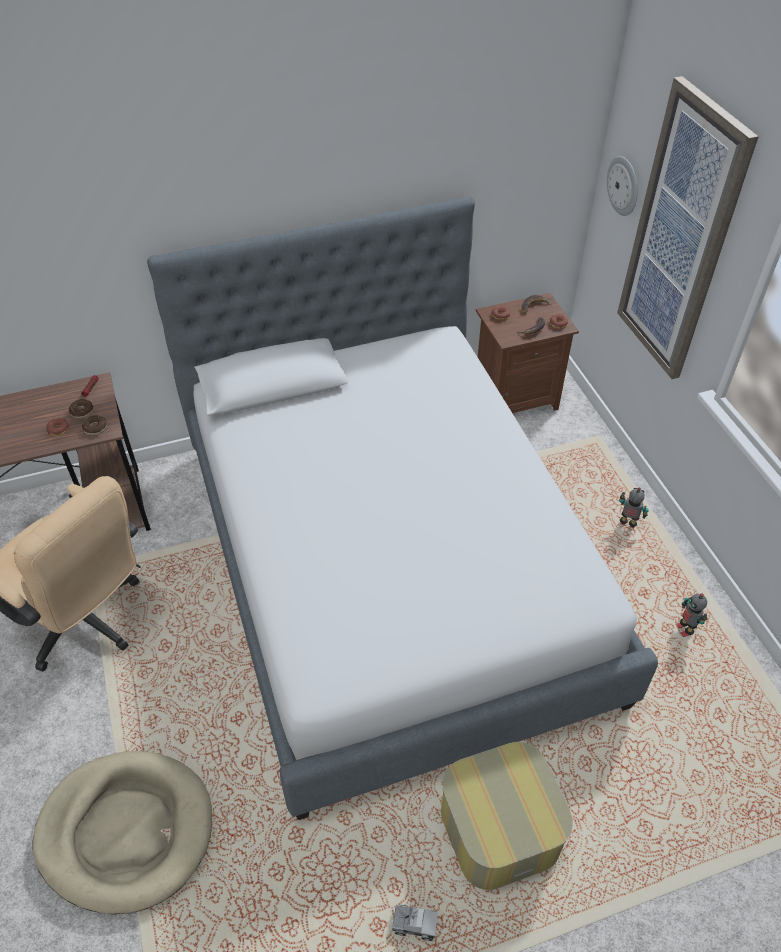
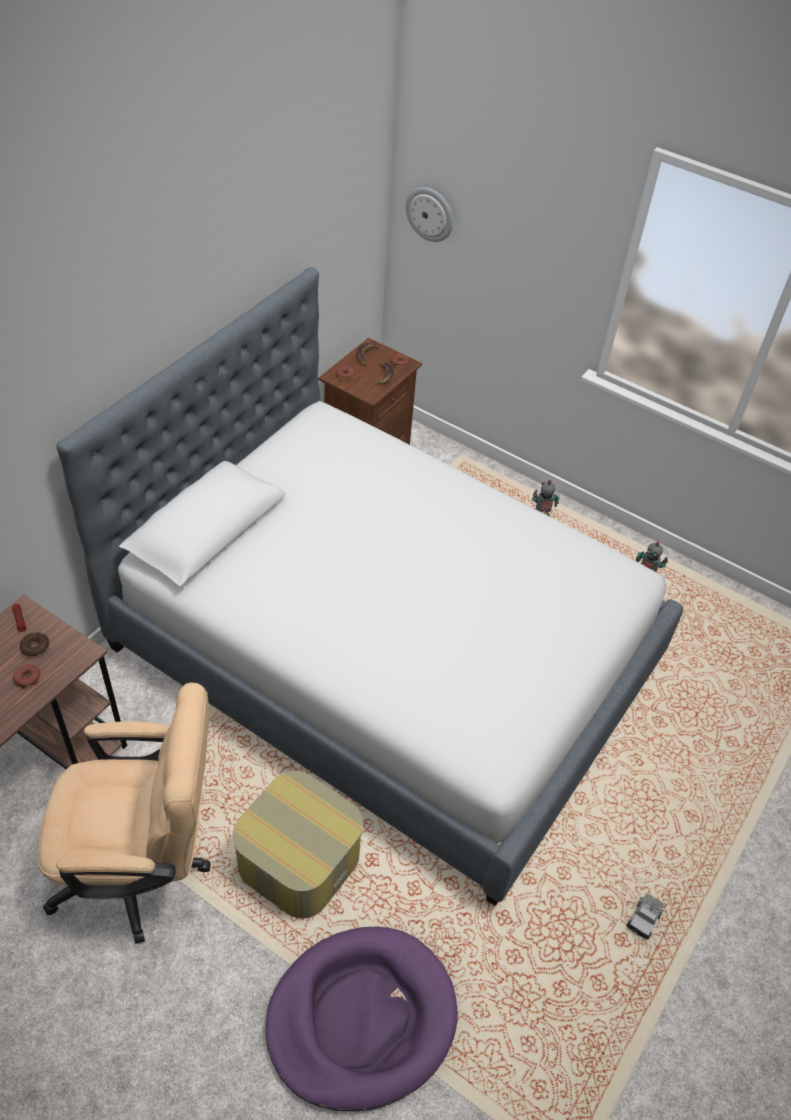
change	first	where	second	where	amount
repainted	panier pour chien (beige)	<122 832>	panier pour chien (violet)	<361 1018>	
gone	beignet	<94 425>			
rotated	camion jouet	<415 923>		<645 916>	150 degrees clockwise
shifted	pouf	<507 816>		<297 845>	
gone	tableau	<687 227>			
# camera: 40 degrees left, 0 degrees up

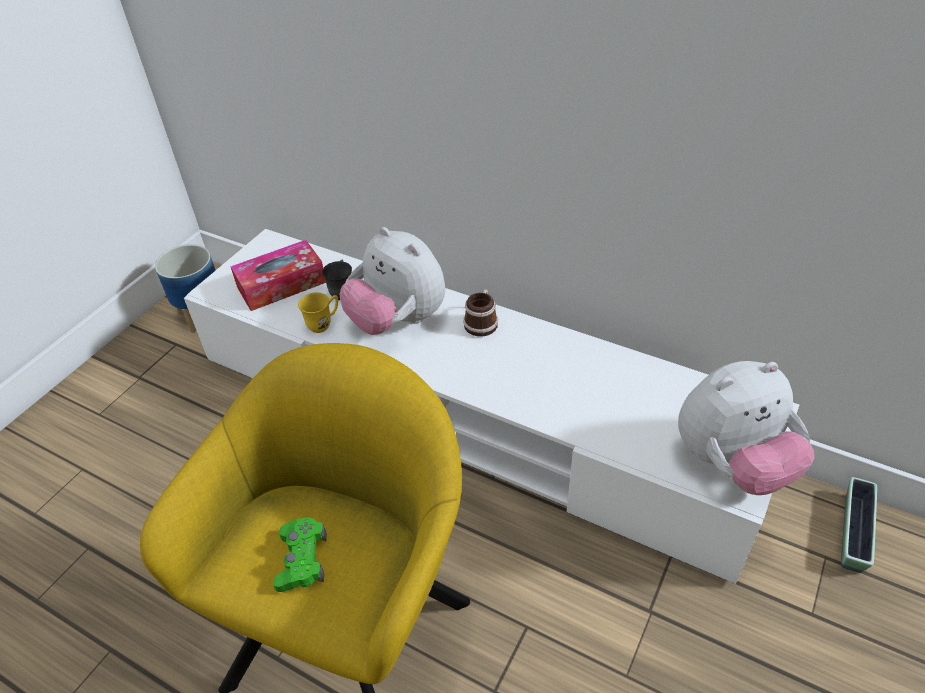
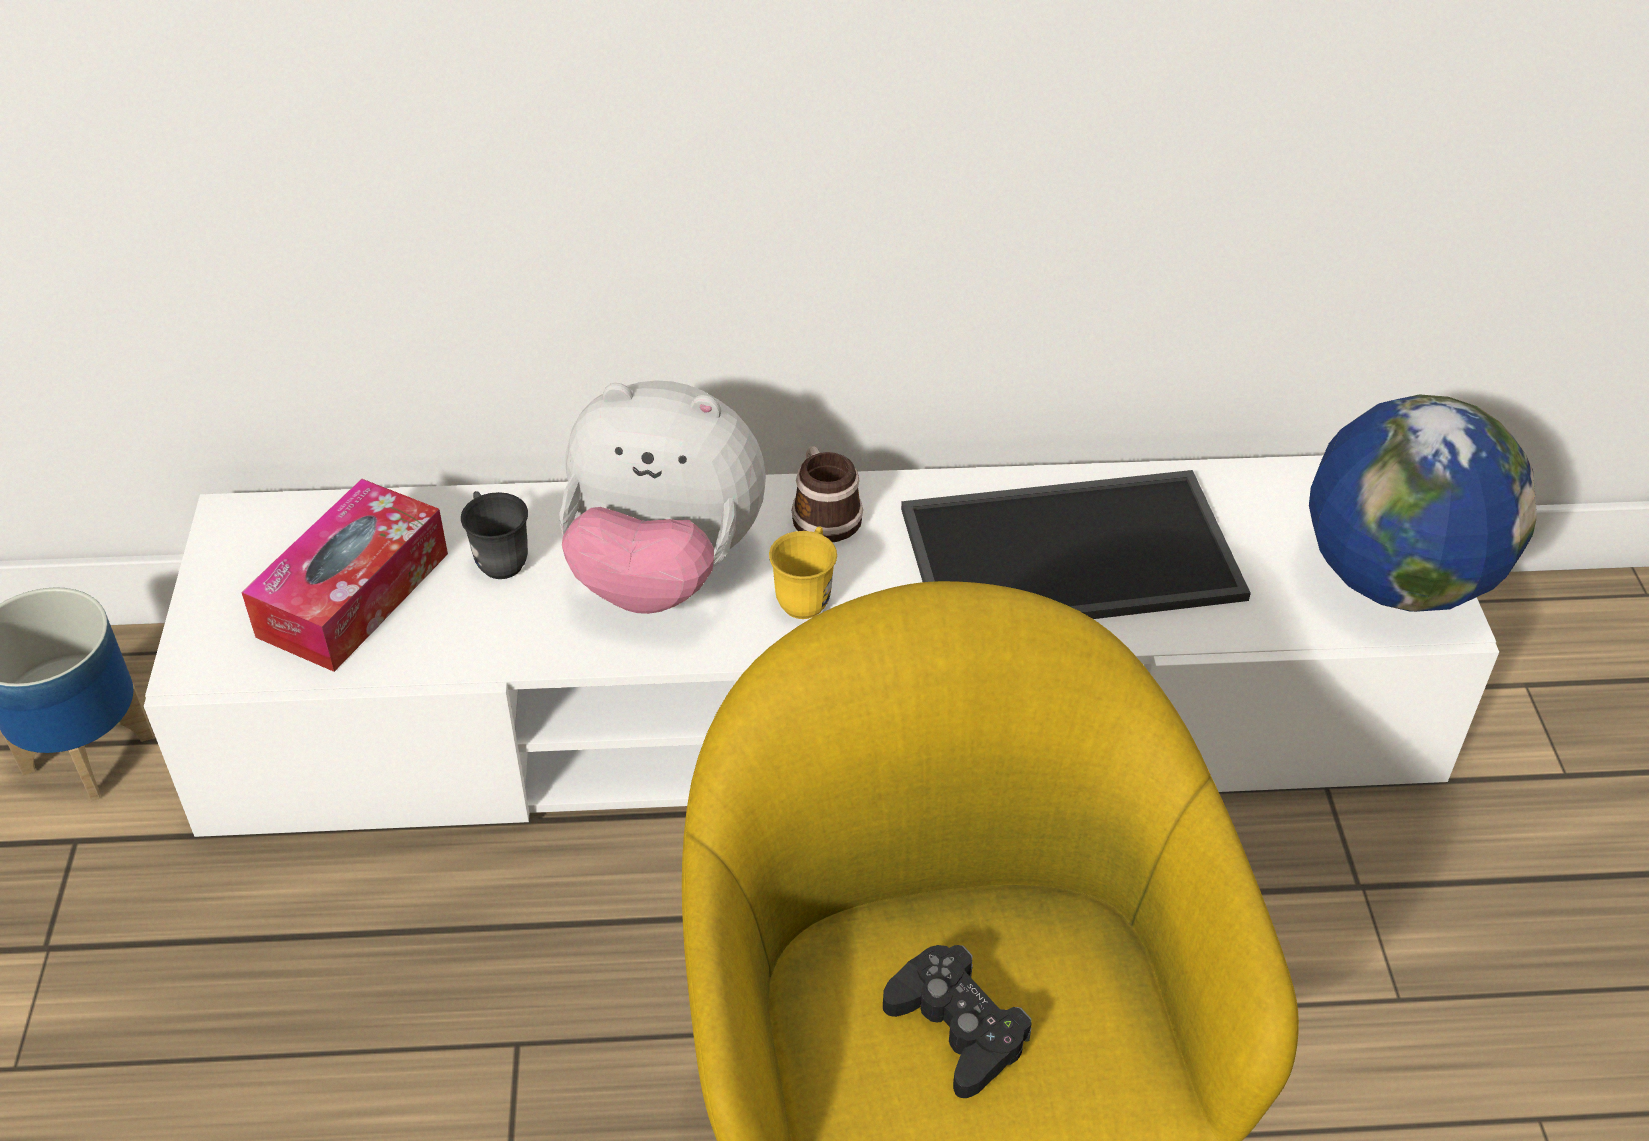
change	first	where	second	where	amount
repainted	manette (vert)	<300 554>	manette (noir)	<957 1021>	
shifted	mug (jaune)	<318 312>		<803 572>	
swapped	peluche	<746 428>	globe	<1423 503>	
gone	cache-pot	<859 525>			
new			plateau	<1076 544>	
# camera: 35 degrees left, 0 degrees up

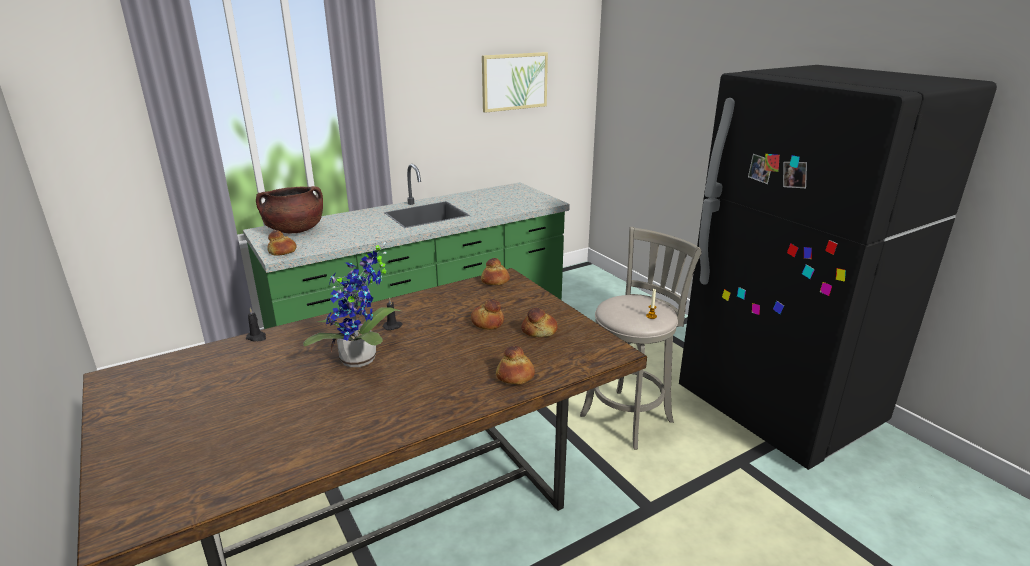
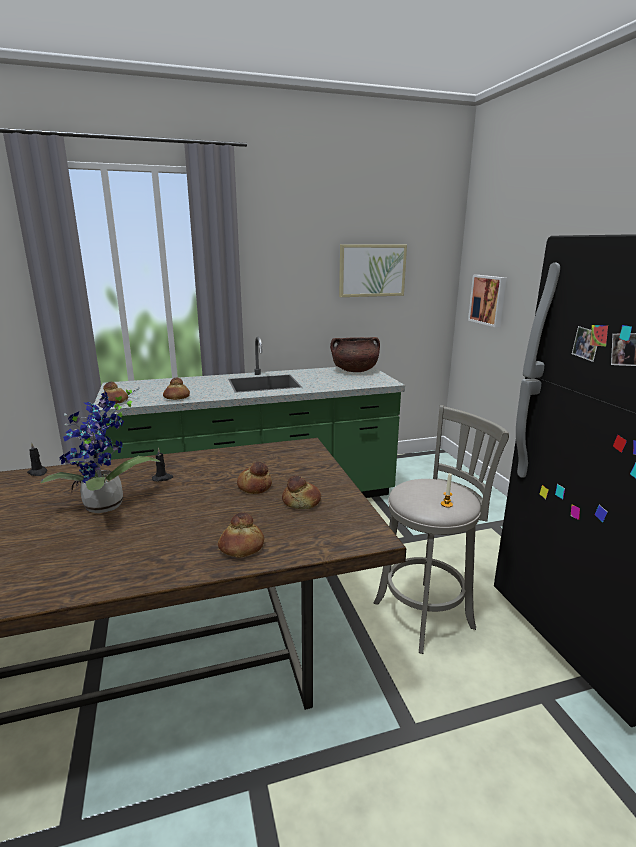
change	first	where	second	where	amount
shifted	marmite (marron)	<289 209>		<355 354>	
shifted	pain	<495 271>		<176 389>	
new			tableau	<487 301>	
# camera: 15 degrees right, 5 degrees down

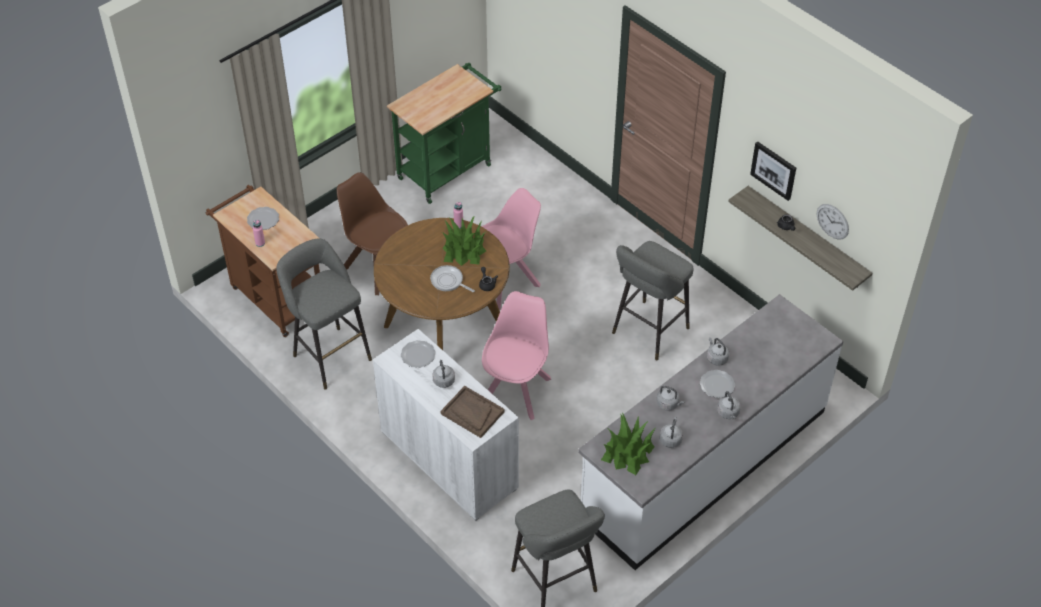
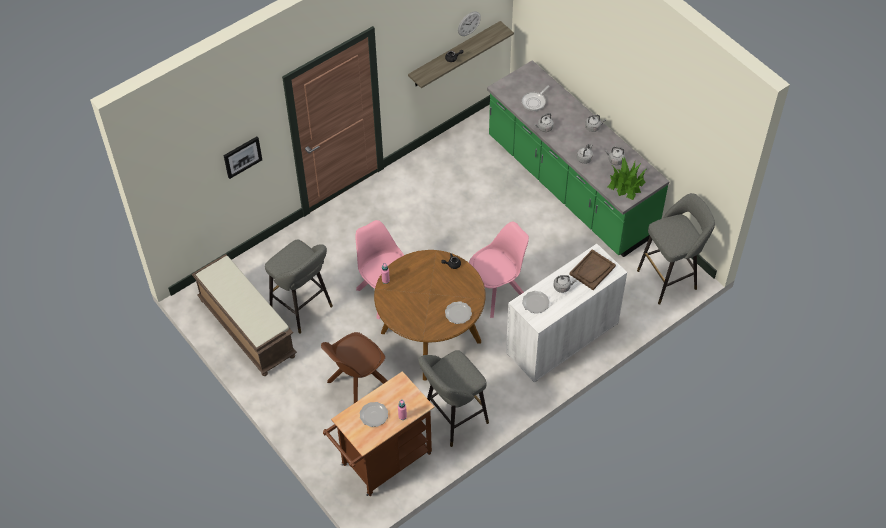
change	first	where	second	where	amount
swapped	chariot (vert)	<444 133>	banc (marron)	<244 315>	
shifted	poêle	<452 278>		<535 98>	
gone	plante en pot	<464 240>			
rotated	chaise (rose)	<516 355>		<499 270>	120 degrees clockwise
repainted	comptoir de cuisine (blanc)	<710 432>	comptoir de cuisine (vert)	<578 158>	
shifted	tabouret (gris)	<652 300>		<299 286>	
shifted	assiette	<717 384>		<458 312>	
shifted	tableau	<773 171>		<242 158>	
# camera: 85 degrees left, 5 degrees up

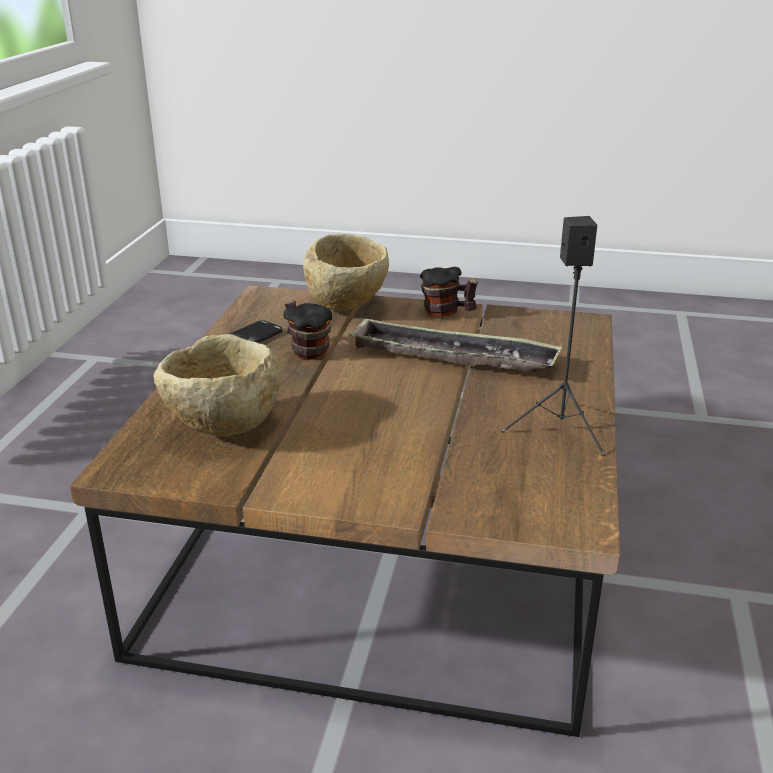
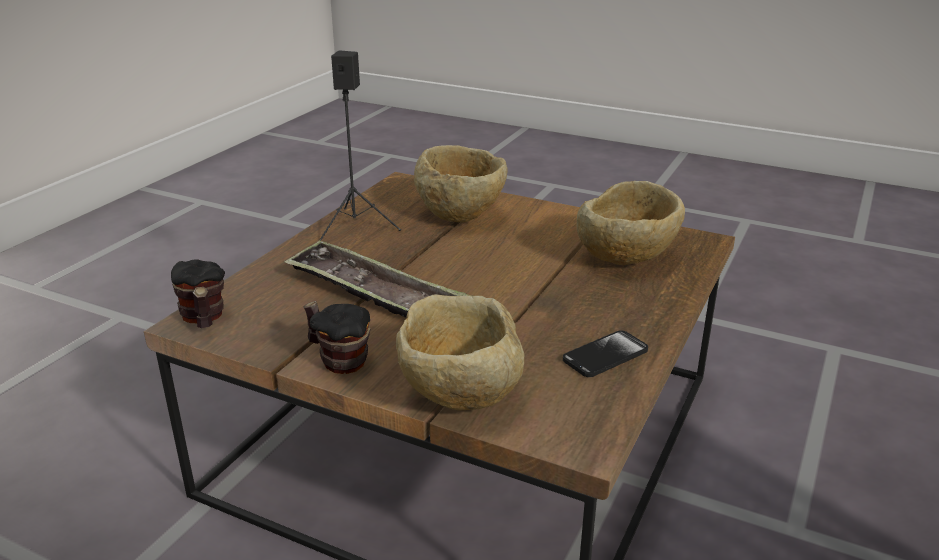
change	first	where	second	where	amount
shifted	mug	<307 330>		<198 293>	
new			bol (beige)	<460 184>	
# camera: 165 degrees left, 0 degrees up

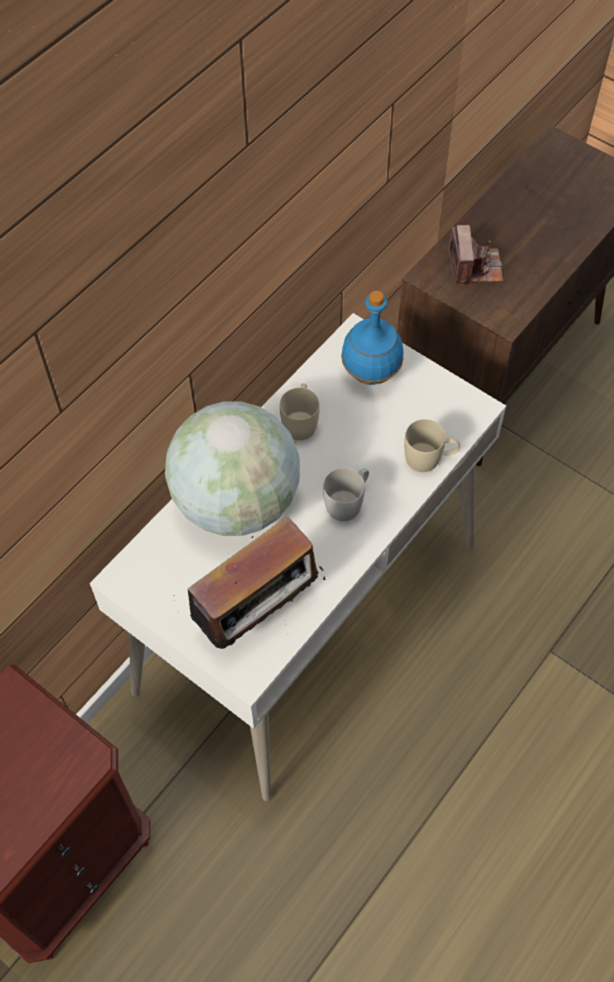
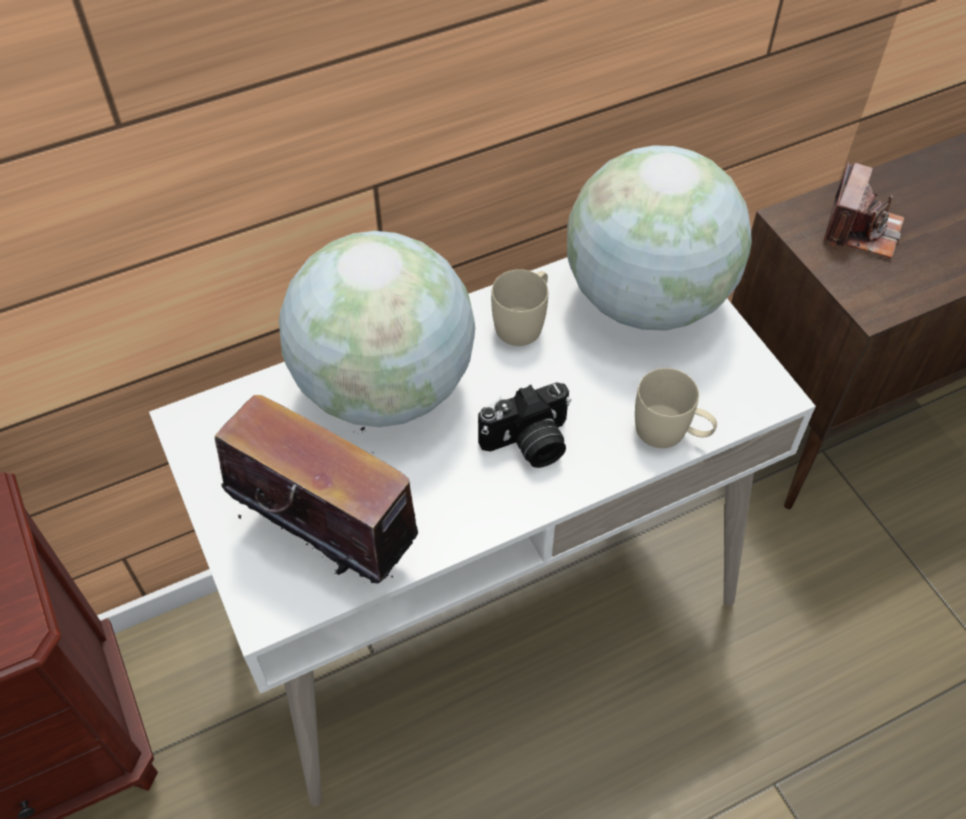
change	first	where	second	where	amount
rotated	radio	<257 582>		<316 489>	135 degrees counterclockwise
swapped	mug (blanc)	<346 494>	appareil photo	<524 425>	
swapped	bouteille (bleu)	<372 338>	globe	<659 238>	
# camera: 25 degrees right, 5 degrees down

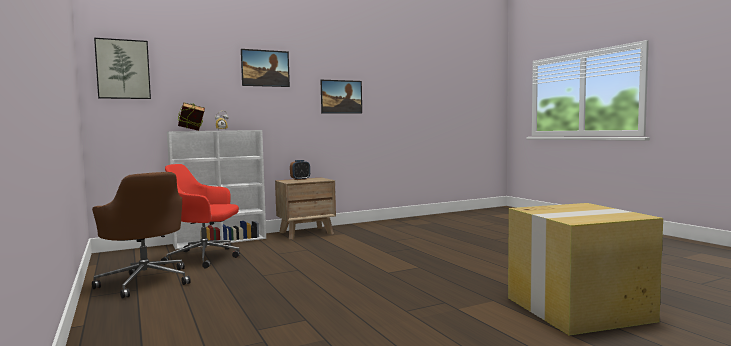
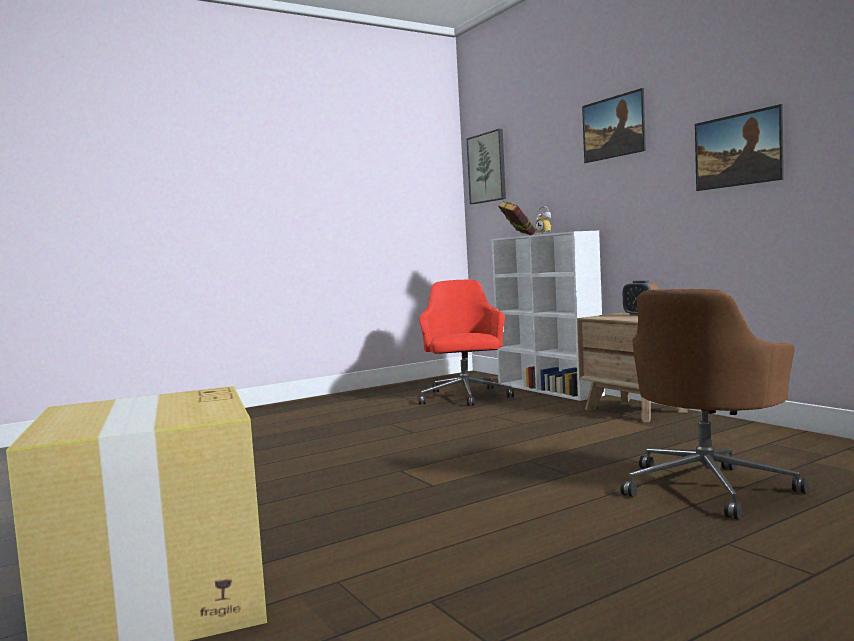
change	first	where	second	where	amount
shifted	chaise de bureau (marron)	<141 235>		<714 404>	
# camera: 85 degrees right, 0 degrees up

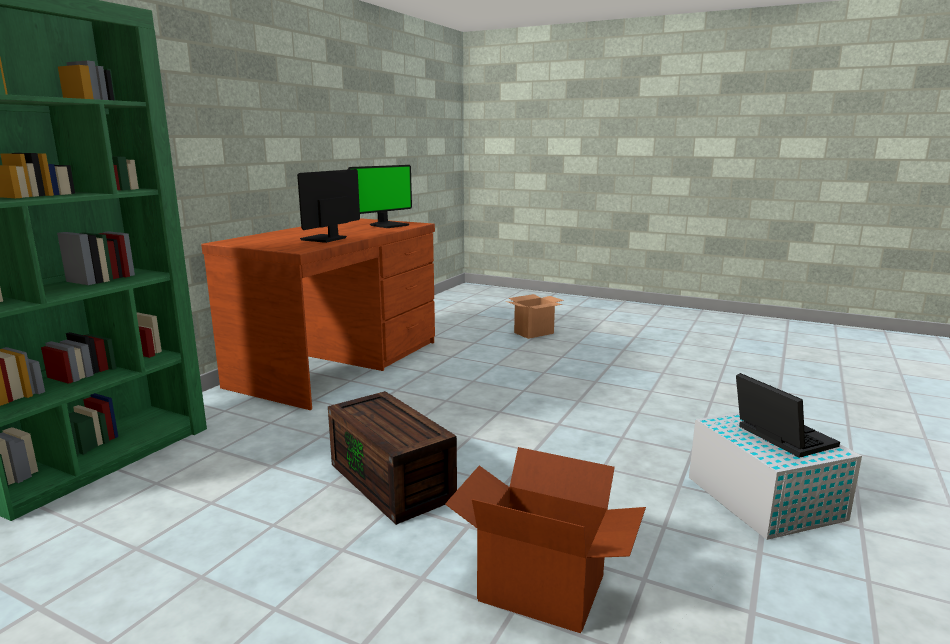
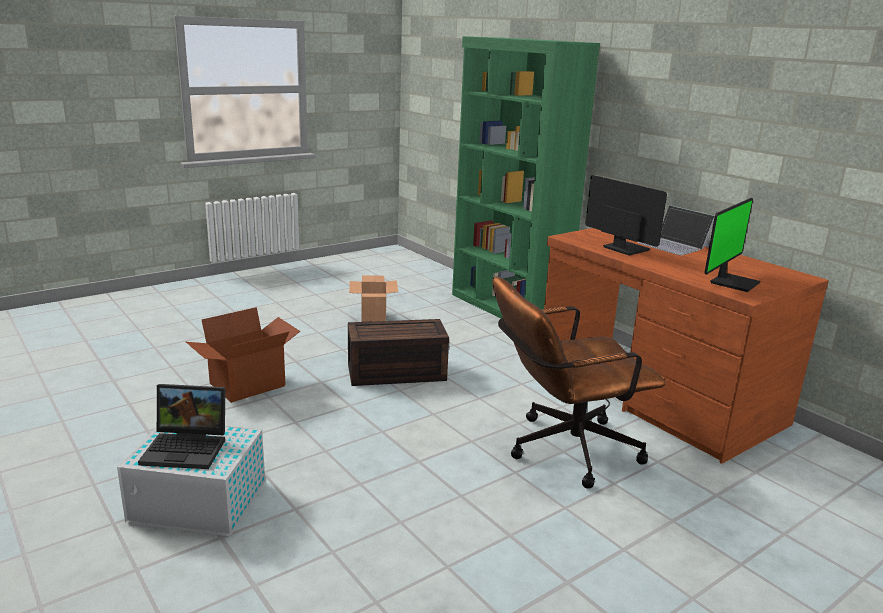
change	first	where	second	where	amount
rotated	écran d'ordinateur	<380 196>		<732 245>	120 degrees counterclockwise
shifted	carton	<535 316>		<373 299>	
new			chaise de bureau (marron)	<578 382>	
new			ordinateur portable	<676 230>	
# camera: 115 degrees right, 5 degrees up

